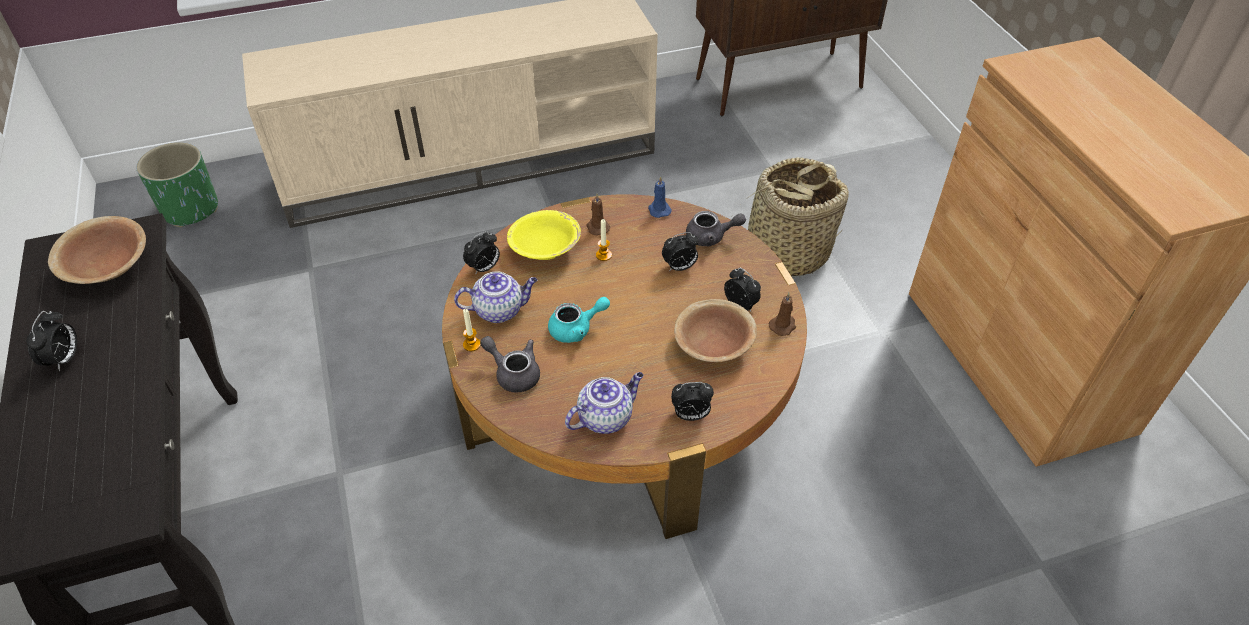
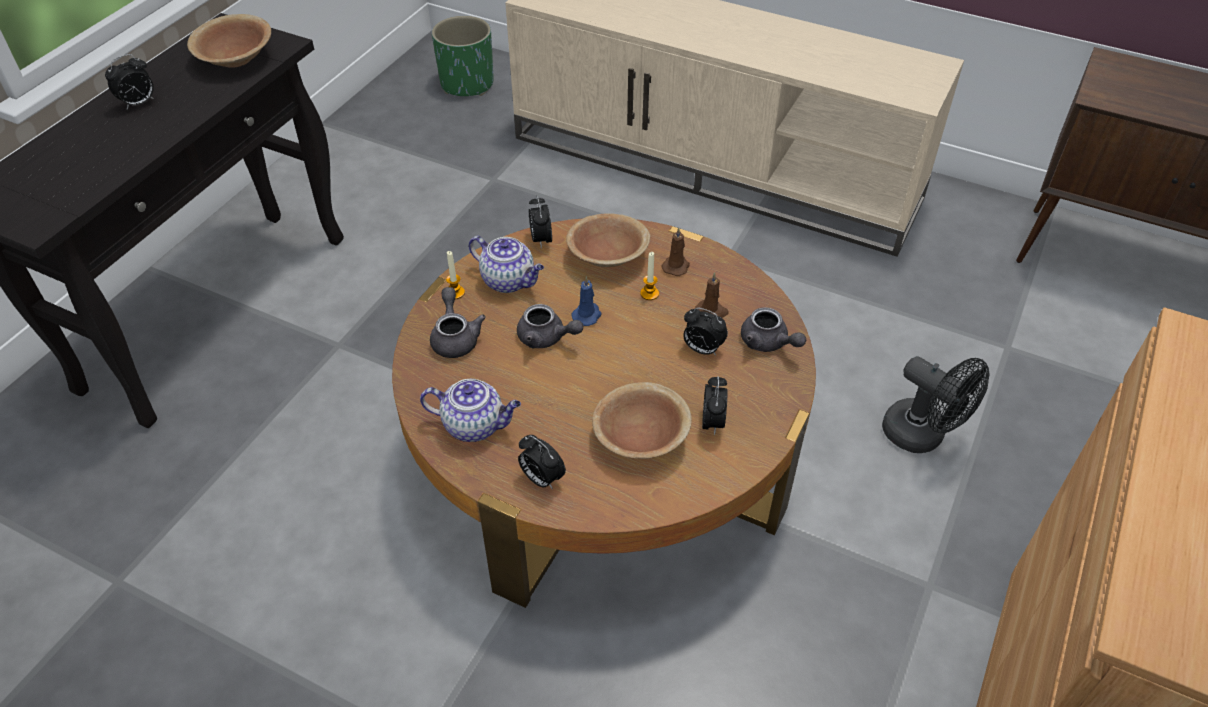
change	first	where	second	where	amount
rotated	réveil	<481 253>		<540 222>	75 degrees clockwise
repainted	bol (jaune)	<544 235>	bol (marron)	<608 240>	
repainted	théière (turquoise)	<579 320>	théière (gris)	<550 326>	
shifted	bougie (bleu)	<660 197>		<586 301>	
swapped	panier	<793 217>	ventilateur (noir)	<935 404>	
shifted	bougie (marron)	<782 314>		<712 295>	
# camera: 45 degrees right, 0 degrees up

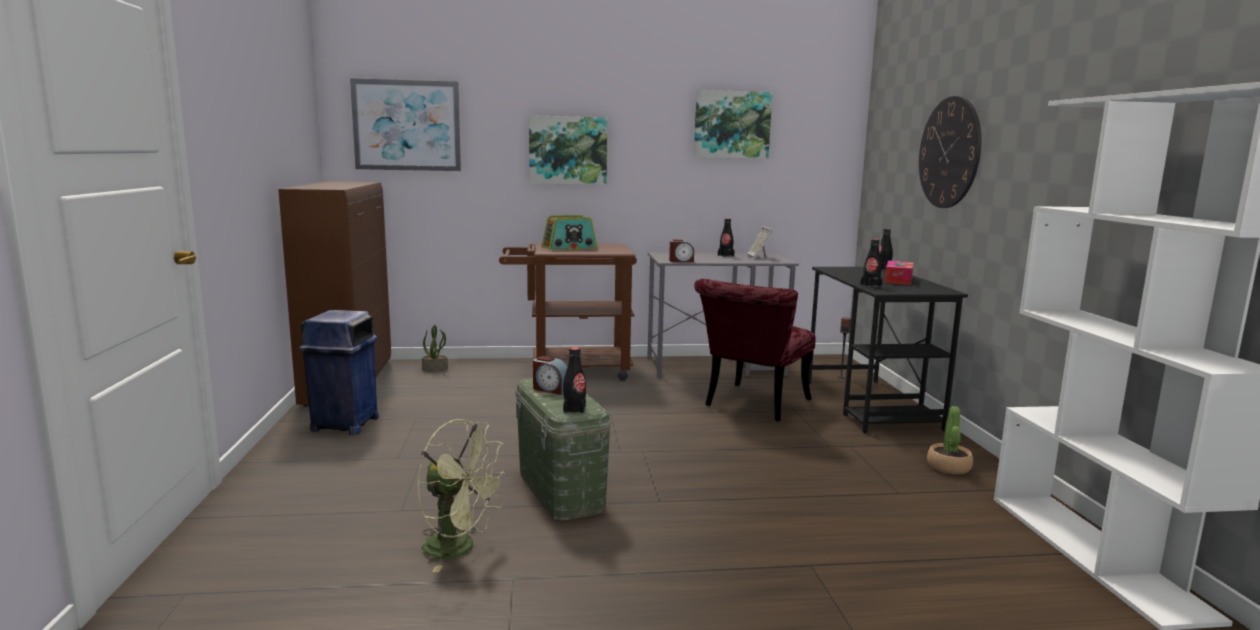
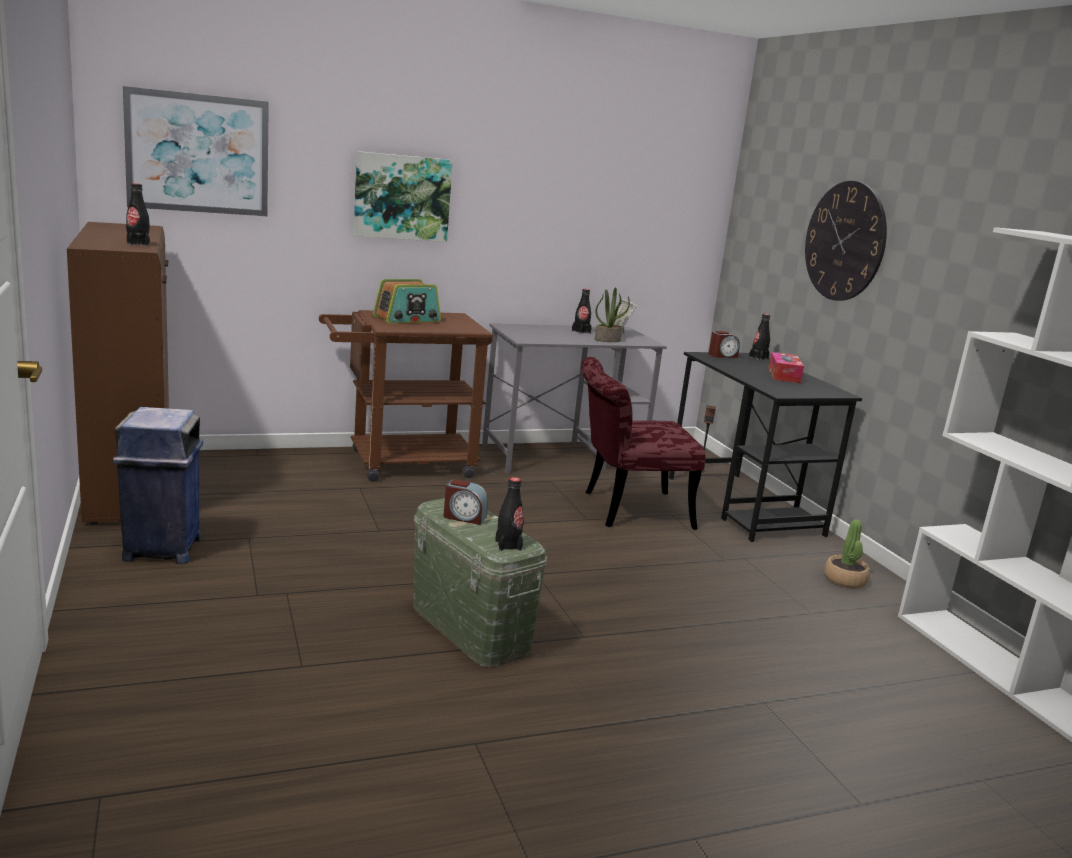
change	first	where	second	where	amount
gone	ventilateur (vert)	<463 495>			
shifted	plante en pot	<435 348>		<612 314>	
shifted	réveil	<681 251>		<724 344>	
gone	tableau	<733 124>			
rotated	chaise (rouge)	<754 350>		<643 443>	60 degrees clockwise
shifted	bouteille (noir)	<871 263>		<138 214>	
# camera: 15 degrees left, 5 degrees up

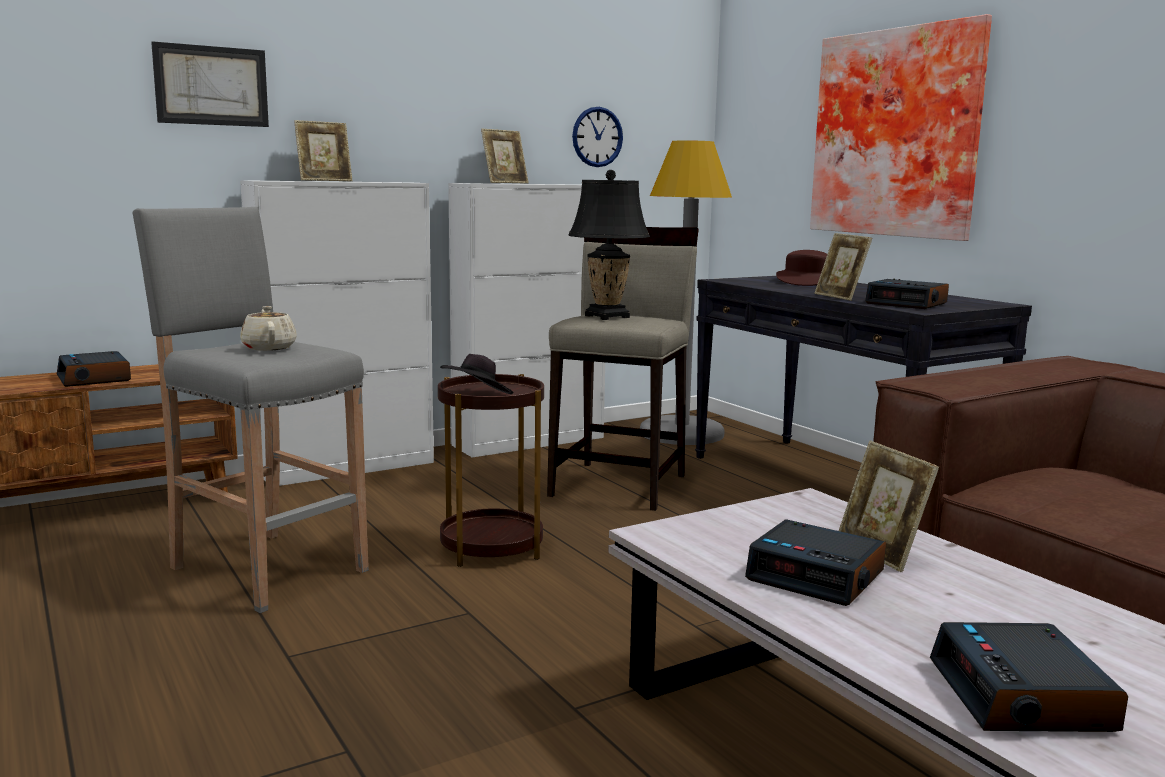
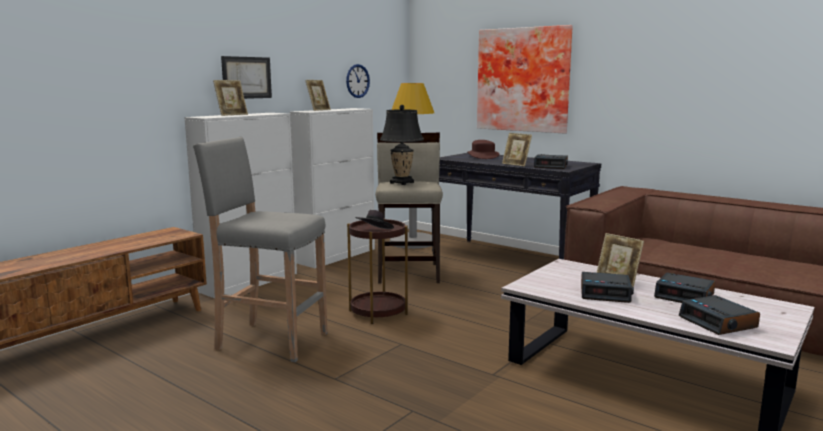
change	first	where	second	where	amount
shifted	réveil	<94 369>		<684 288>	
shifted	tableau	<210 84>		<246 77>	
gone	théière (beige)	<268 328>			
# camera: 20 degrees left, 0 degrees up

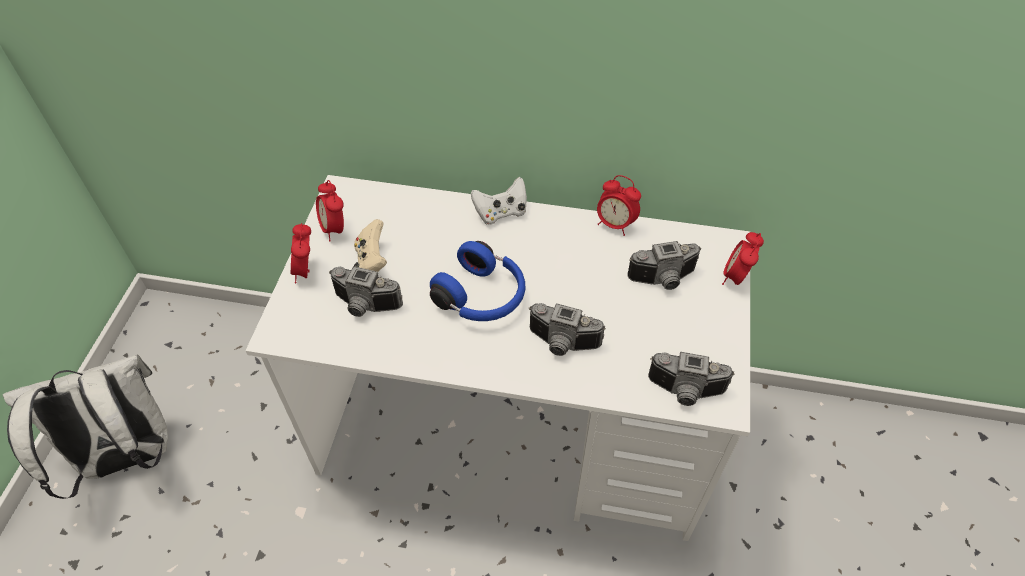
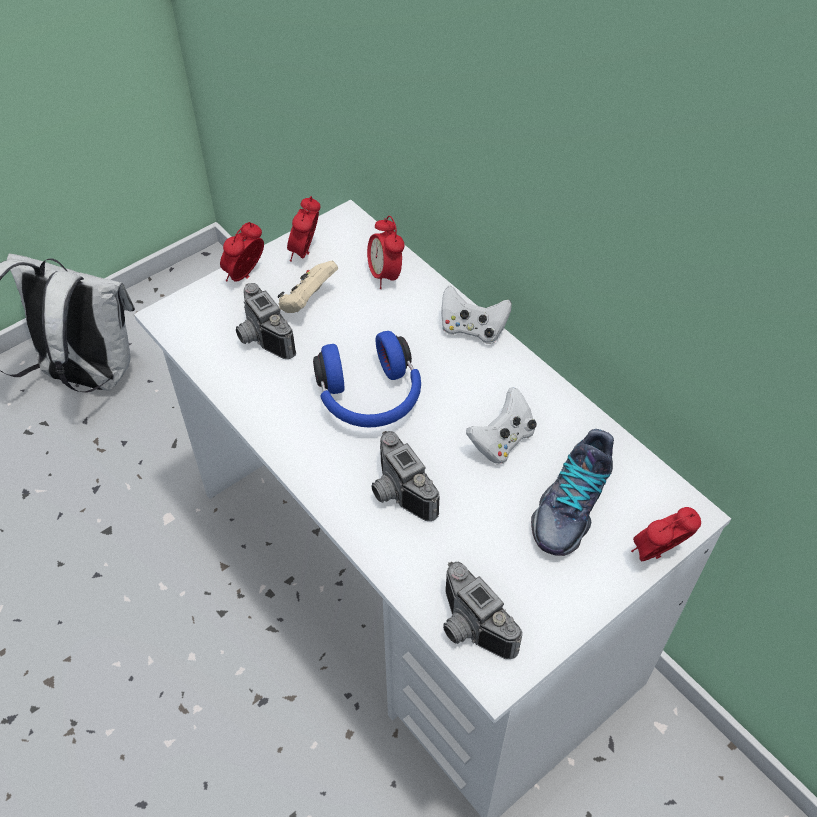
change	first	where	second	where	amount
shifted	réveil	<619 205>		<386 252>	
swapped	appareil photo	<664 265>	chaussure	<572 492>	
new			manette (blanc)	<501 425>	
# camera: 40 degrees right, 0 degrees up

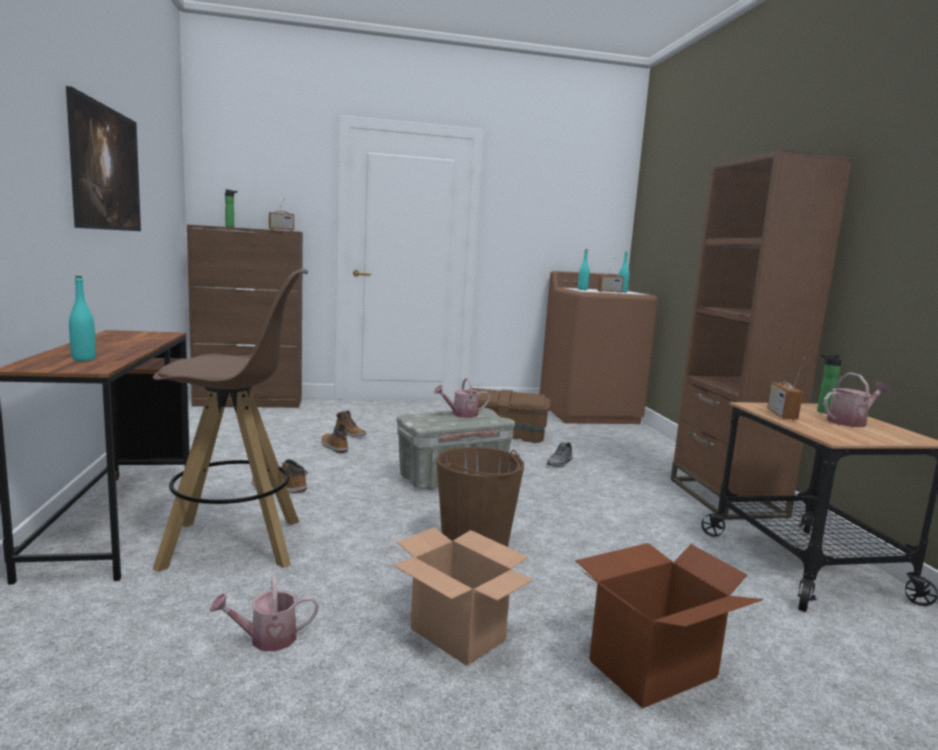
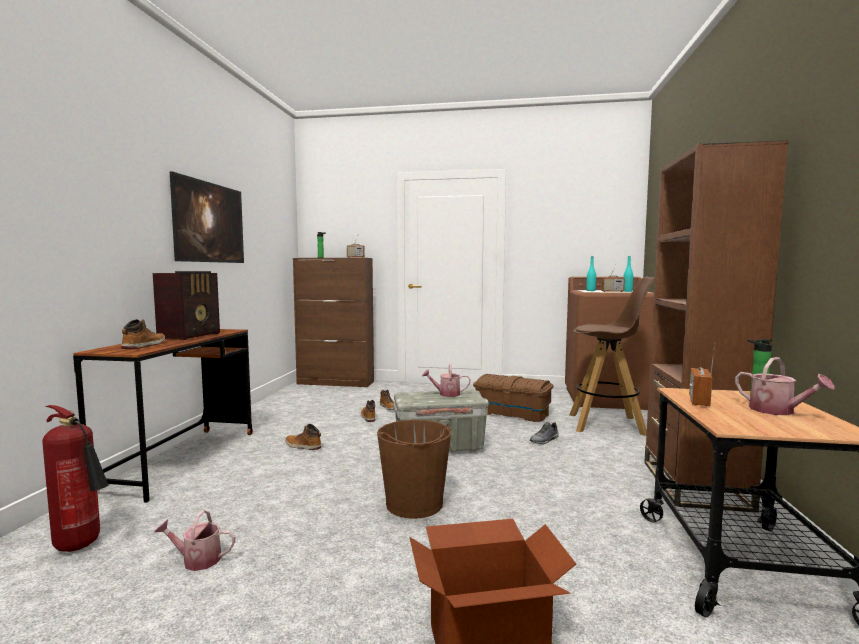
change	first	where	second	where	amount
swapped	bouteille (turquoise)	<82 318>	botte	<143 334>	
shifted	tabouret (marron)	<230 420>		<612 356>	
gone	carton	<463 596>			
rotated	arrosoir	<856 400>		<785 386>	60 degrees clockwise
new			extincteur	<75 478>	
new			radio	<186 305>	
# camera: 20 degrees right, 5 degrees down

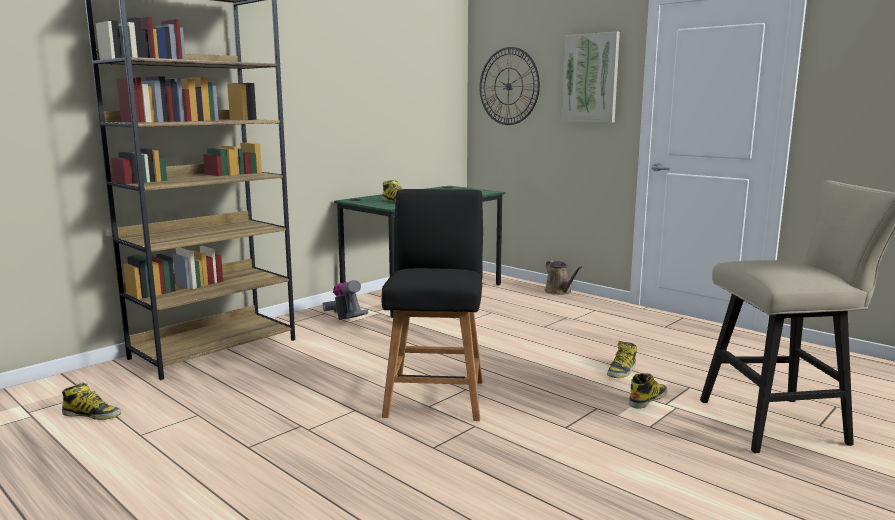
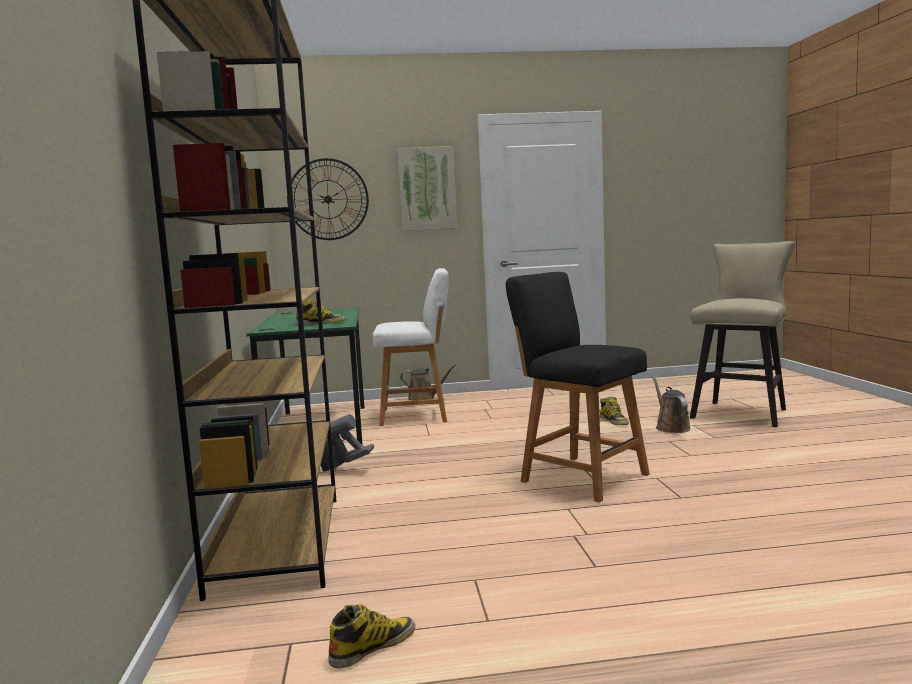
change	first	where	second	where	amount
swapped	botte	<647 391>	arrosoir (marron)	<672 405>	
new			tabouret (blanc)	<411 347>	
# camera: 50 degrees left, 5 degrees down

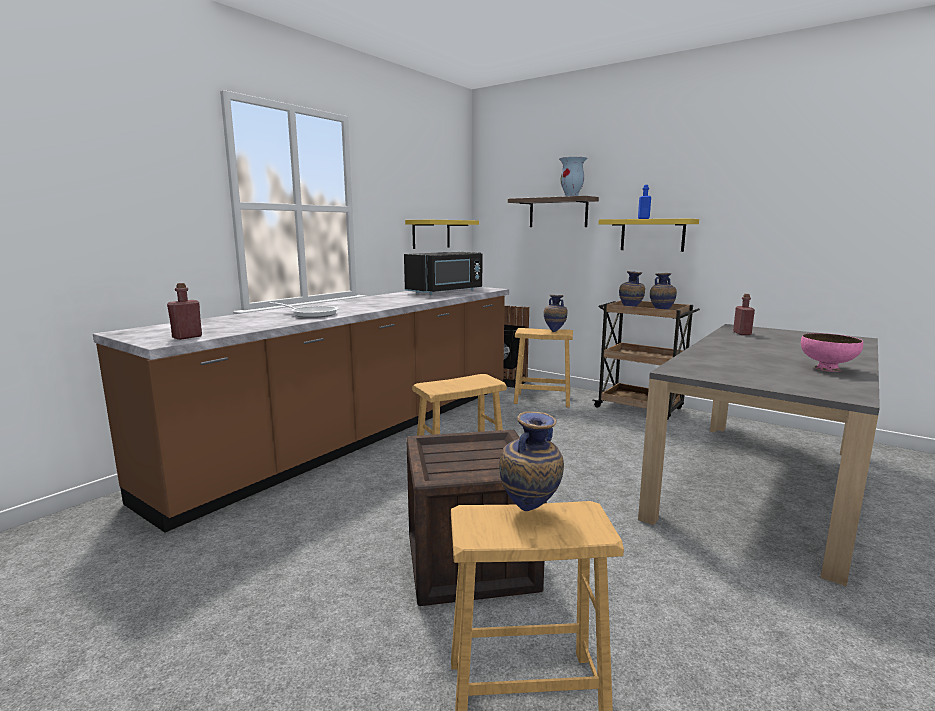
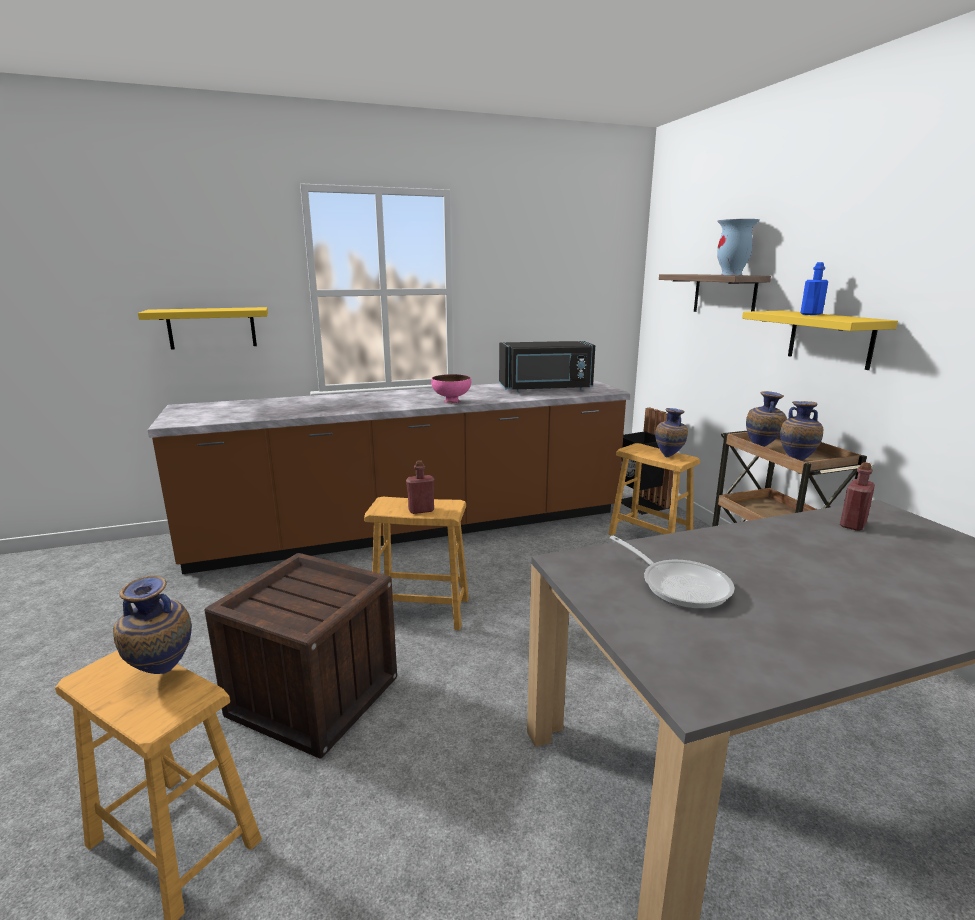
change	first	where	second	where	amount
shifted	bouteille (rouge)	<184 311>		<420 487>	
shifted	poêle	<303 310>		<672 572>	
shifted	étagère (jaune)	<442 234>		<203 328>	
shifted	bol (rose)	<832 352>		<451 389>	
# camera: 35 degrees right, 5 degrees up

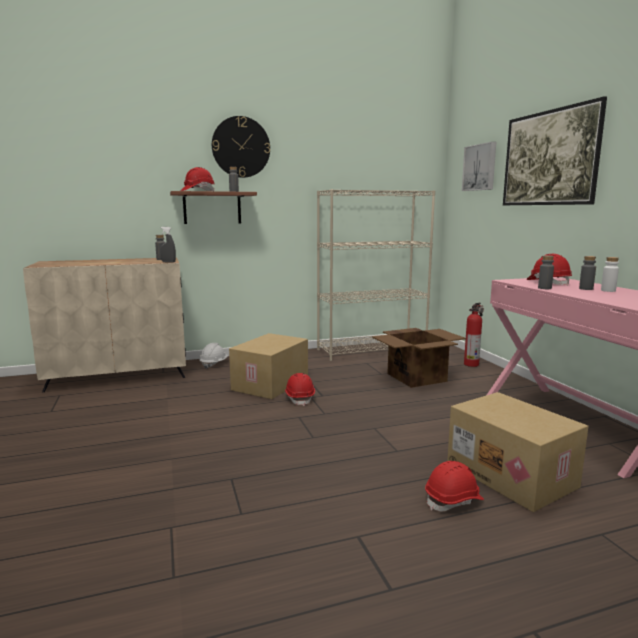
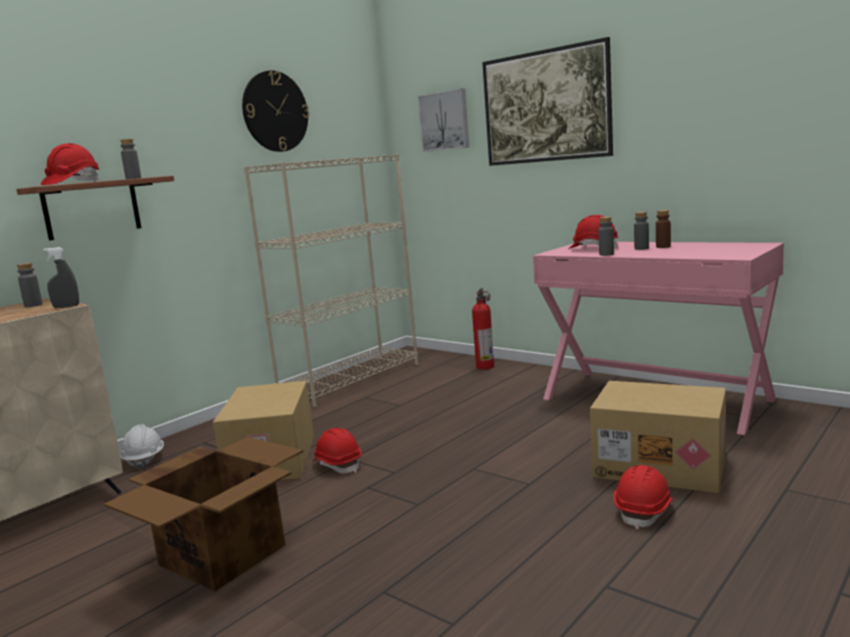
change	first	where	second	where	amount
shifted	horloge murale	<241 147>		<275 111>	
shifted	carton	<419 358>		<203 514>	
repainted	bouteille (blanc)	<610 274>	bouteille (marron)	<663 229>	
# camera: 30 degrees left, 0 degrees up

